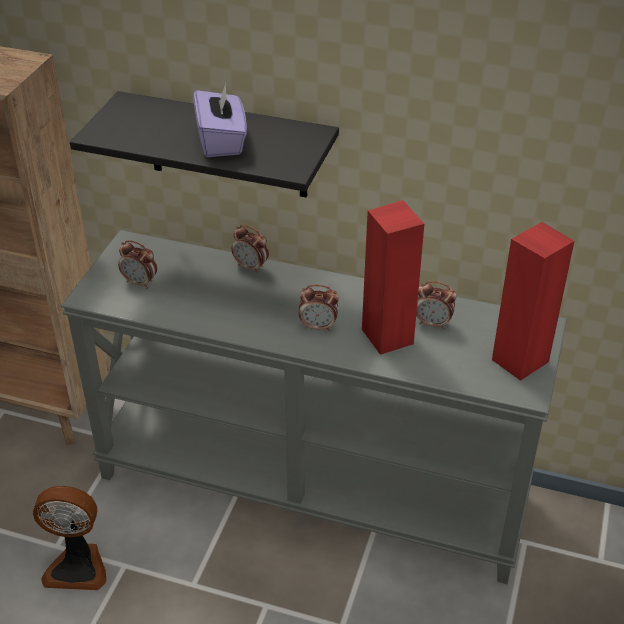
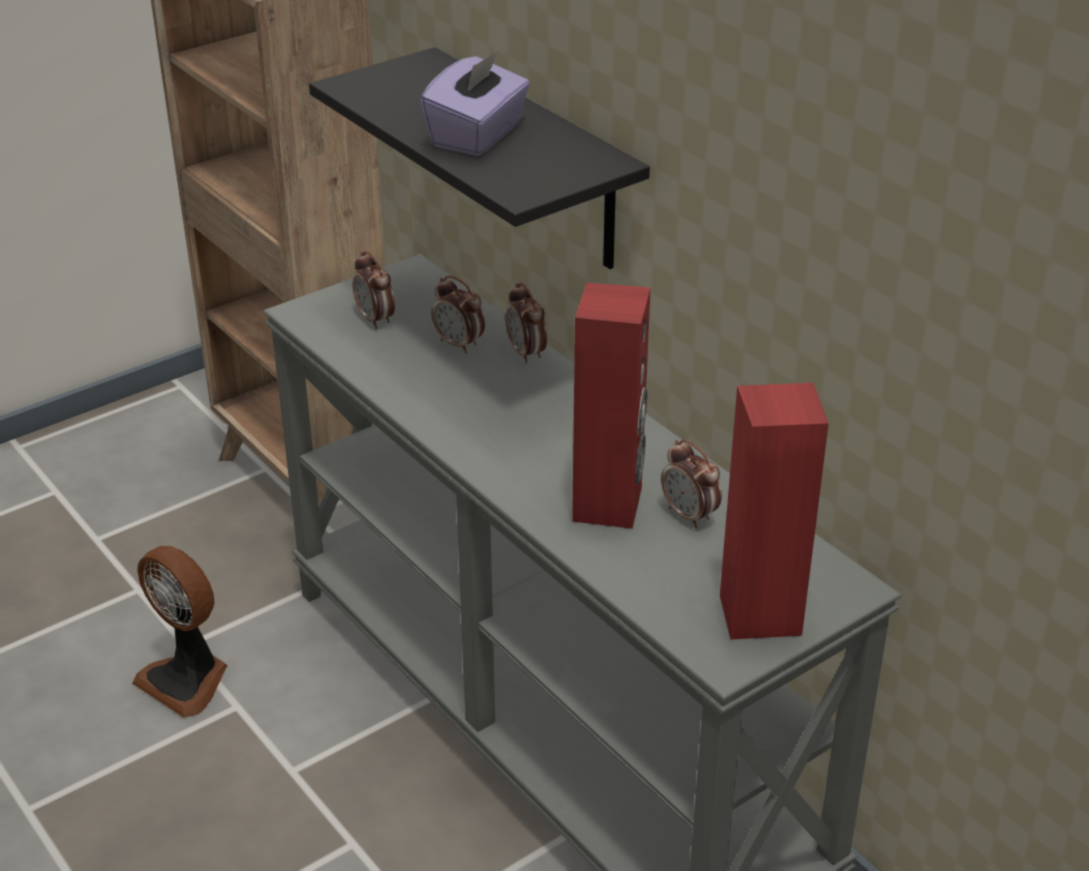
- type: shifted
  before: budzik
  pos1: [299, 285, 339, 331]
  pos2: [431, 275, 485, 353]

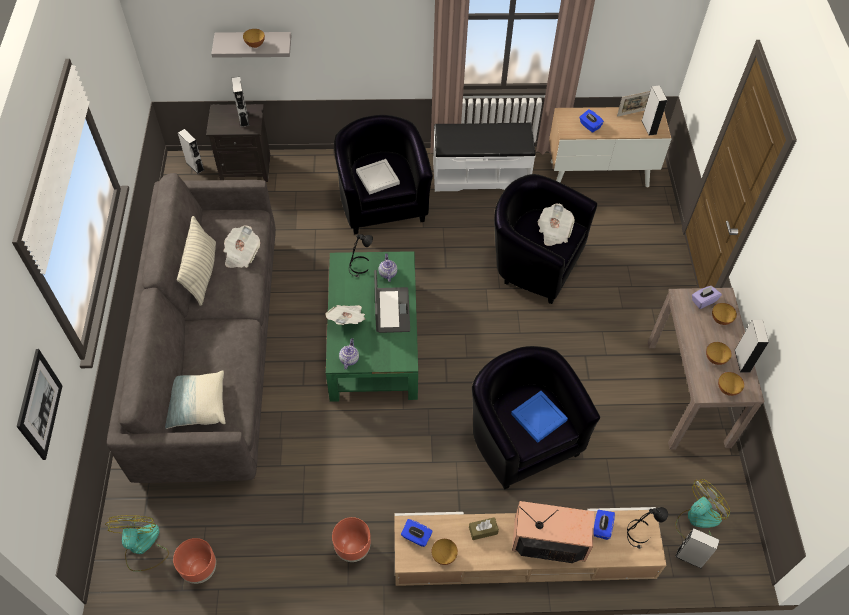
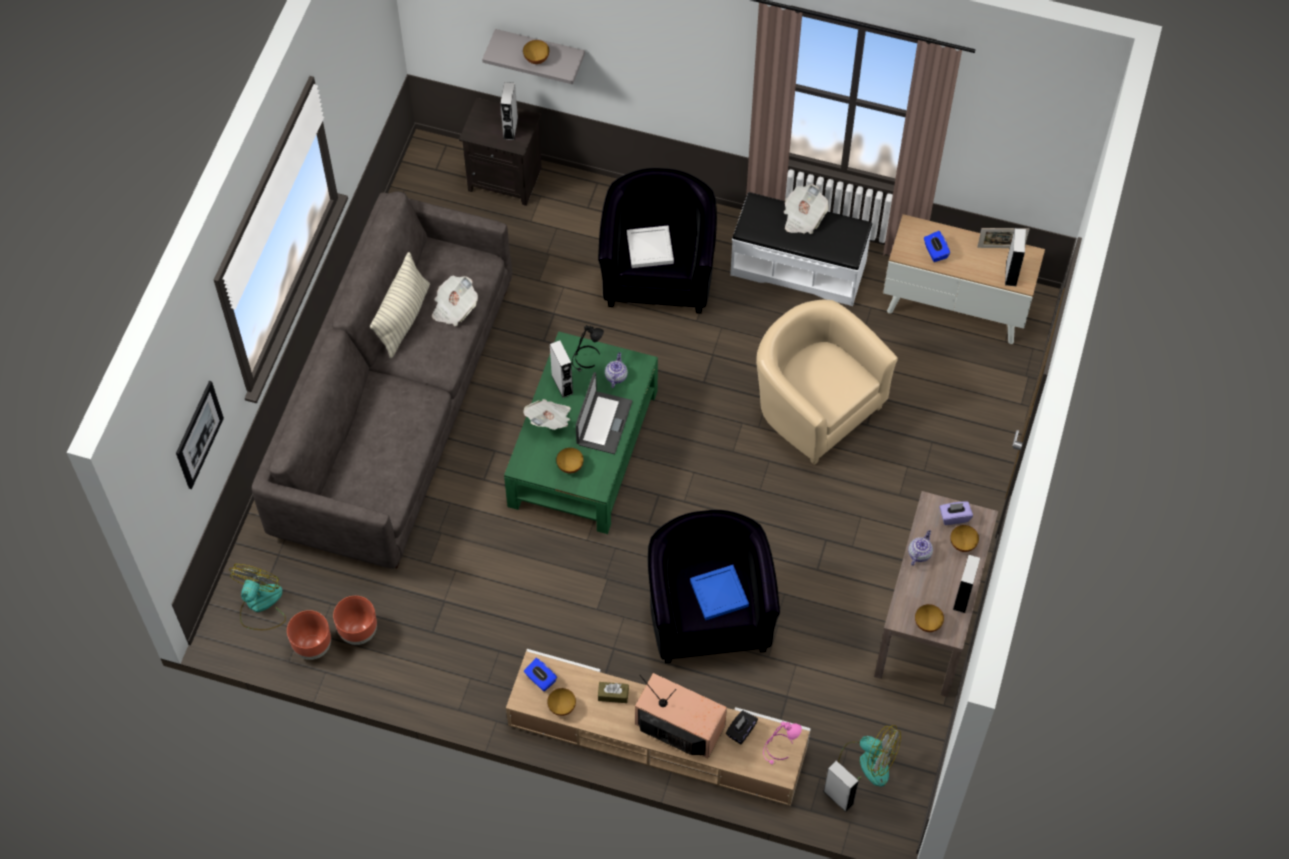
- type: gone
  before: poduszka
  pos1: [165, 370, 226, 429]
- type: shifted
  before: głośnik/szary
  pos1: [178, 129, 204, 174]
  pos2: [550, 340, 573, 398]
- type: shifted
  before: donica/brązowy
  pos1: [332, 517, 371, 562]
  pos2: [333, 596, 377, 645]
- type: shifted
  before: imbryk
  pos1: [339, 338, 359, 370]
  pos2: [908, 530, 933, 566]
- type: shifted
  before: gazeta
  pos1: [537, 203, 575, 246]
  pos2: [783, 184, 829, 234]
- type: shifted
  before: miska
  pos1: [706, 342, 732, 365]
  pos2: [556, 448, 584, 473]
- type: repainted
  before: fotel/czarny
  after: fotel/beżowy
  pos1: [494, 174, 597, 304]
  pos2: [756, 299, 898, 465]
- type: repainted
  before: pudełko chusteczek/niebieski
  after: pudełko chusteczek/czarny
  pos1: [593, 510, 615, 540]
  pos2: [726, 711, 758, 744]
- type: repainted
  before: lampa stołowa/czarny
  after: lampa stołowa/różowy
  pos1: [627, 507, 668, 549]
  pos2: [763, 721, 802, 765]
- type: rotated
  before: wentylator
  pos1: [675, 479, 730, 539]
  pos2: [838, 725, 901, 787]
  turn: 45

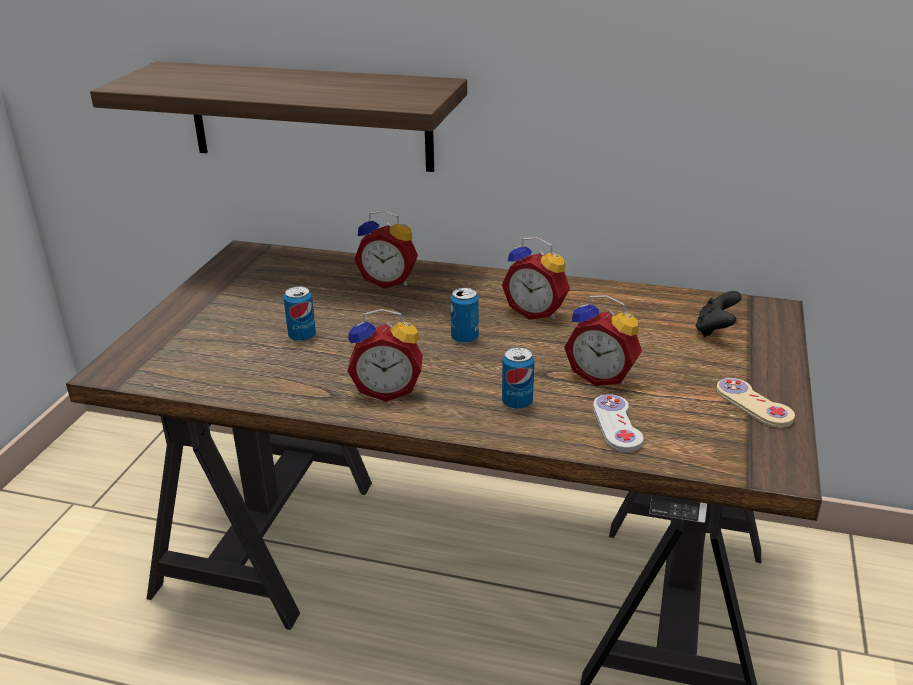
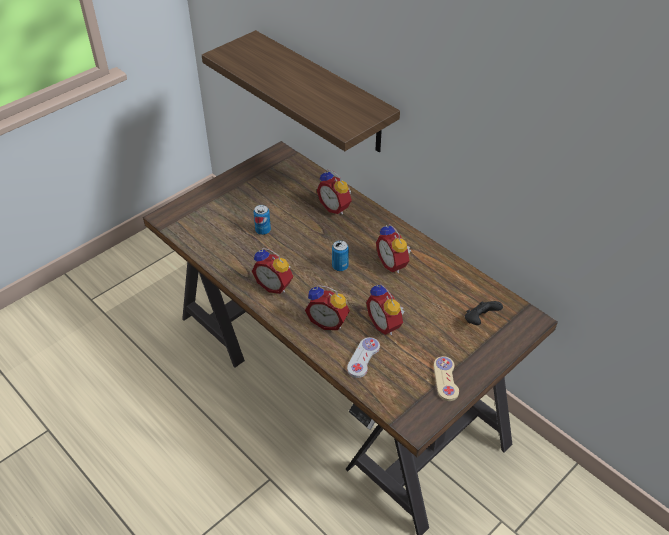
- type: swapped
  before: puszka
  after: budzik
  pos1: [502, 347, 534, 410]
  pos2: [305, 285, 350, 330]

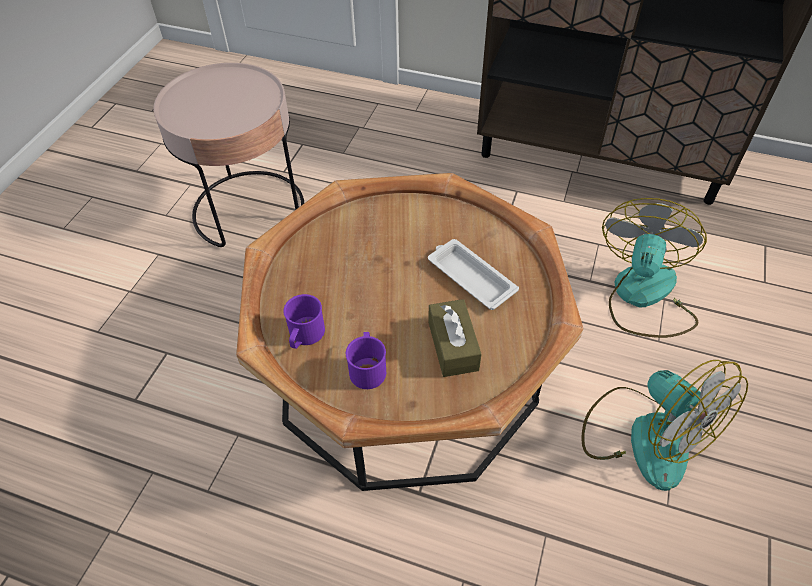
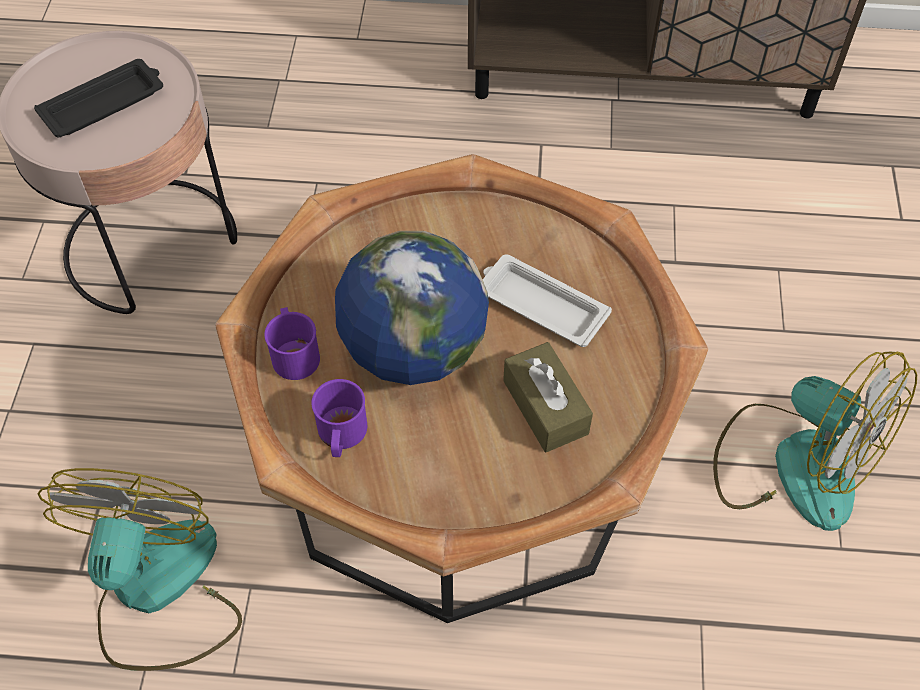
- type: new
  after: taca/czarny
  pos2: [34, 59, 163, 137]
- type: new
  after: globus
  pos2: [335, 231, 489, 385]
- type: shifted
  before: kubek/fioletowy
  pos1: [346, 332, 386, 389]
  pos2: [264, 307, 320, 380]
- type: shifted
  before: wentylator
  pos1: [602, 198, 707, 338]
  pos2: [37, 468, 242, 671]

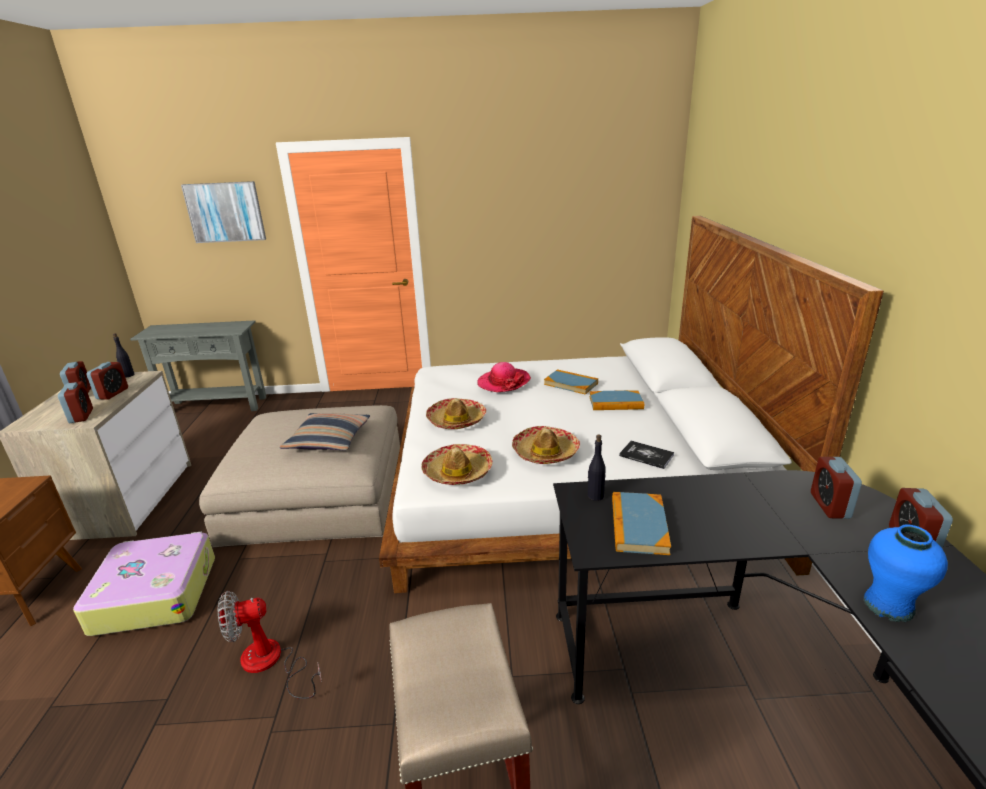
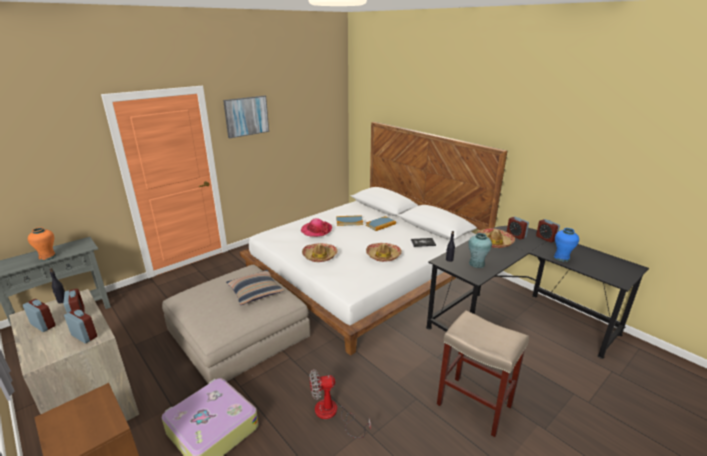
- type: new
  after: wazon/pomarańczowy
  pos2: [28, 227, 56, 261]
- type: shifted
  before: obraz
  pos1: [181, 181, 266, 243]
  pos2: [223, 95, 269, 138]
- type: shifted
  before: kapelusz
  pos1: [421, 444, 493, 485]
  pos2: [476, 229, 515, 248]
- type: swapped
  before: książka
  after: wazon/turkusowy
  pos1: [612, 492, 671, 555]
  pos2: [468, 233, 492, 268]
- type: rotated
  before: wentylator
  pos1: [218, 591, 321, 699]
  pos2: [310, 369, 371, 438]
  turn: 45

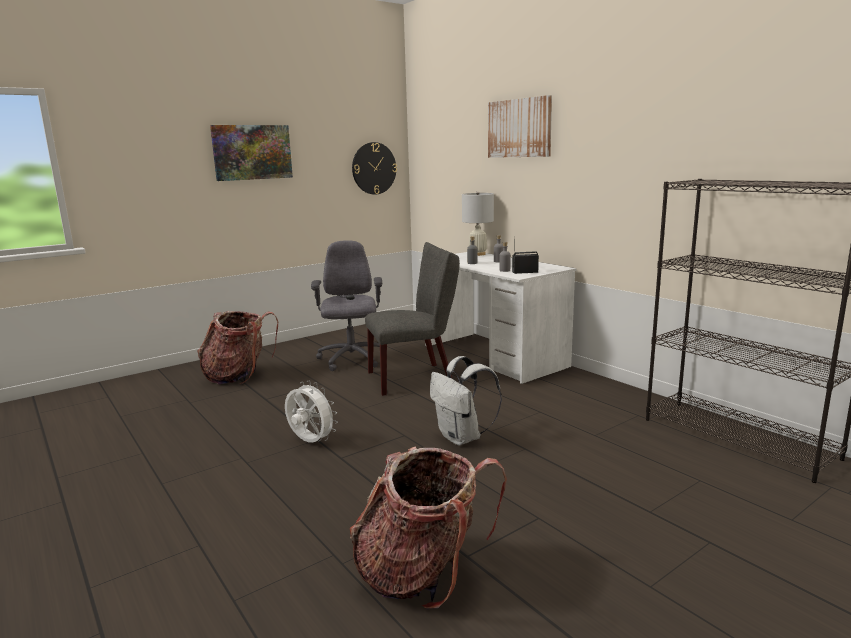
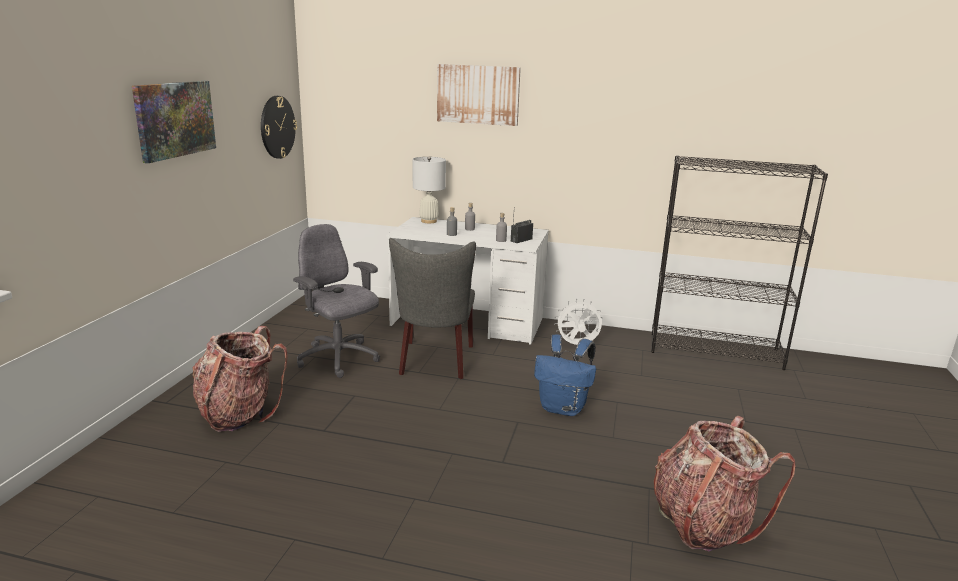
- type: shifted
  before: wentylator/biały
  pos1: [285, 381, 338, 442]
  pos2: [554, 299, 603, 345]
- type: repainted
  before: plecak/biały
  after: plecak/niebieski
  pos1: [430, 356, 502, 446]
  pos2: [534, 334, 596, 416]
- type: rotated
  before: krzesło/szary
  pos1: [365, 242, 460, 396]
  pos2: [389, 238, 476, 379]
  turn: 150

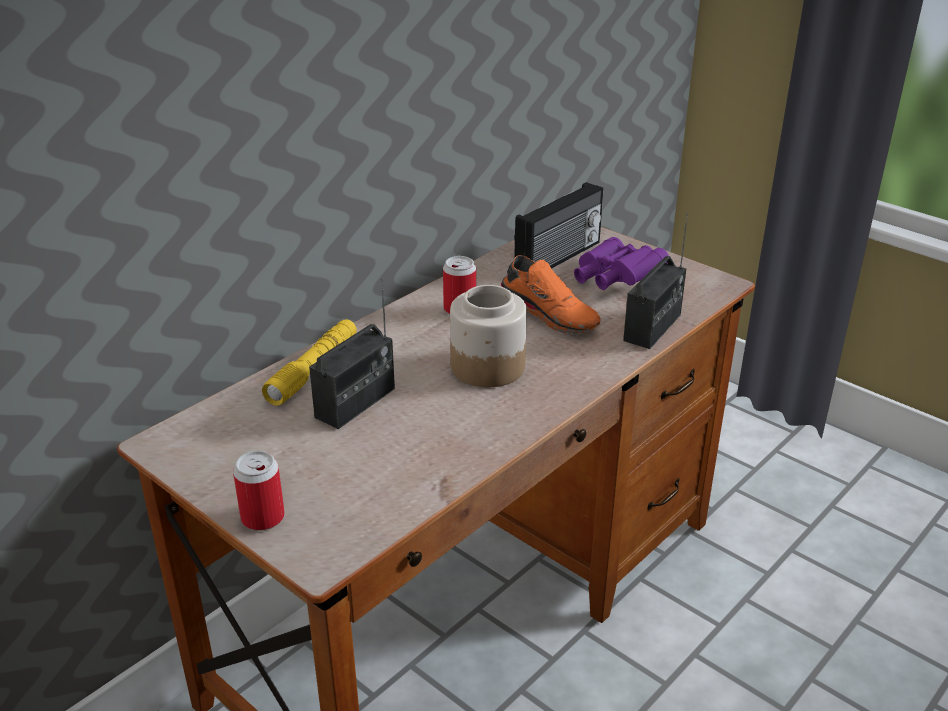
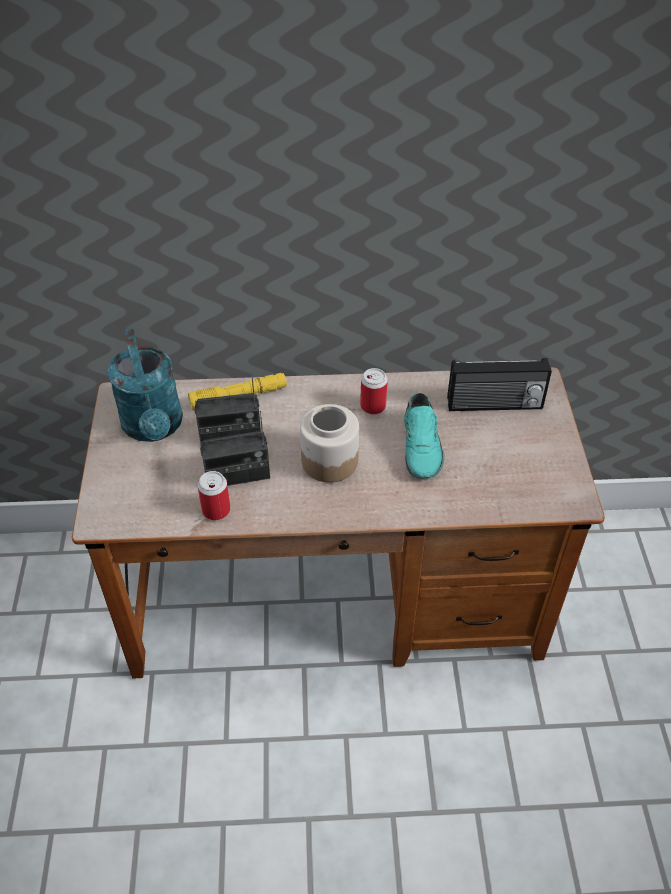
- type: gone
  before: lornetka/fioletowy
  pos1: [574, 237, 669, 290]
- type: new
  after: konewka/turkusowy
  pos2: [107, 329, 183, 442]
- type: shifted
  before: puszka
  pos1: [233, 451, 285, 531]
  pos2: [197, 471, 230, 520]
- type: shifted
  before: radio
  pos1: [623, 213, 688, 349]
  pos2: [200, 410, 270, 486]
- type: repainted
  before: but/pomarańczowy
  after: but/turkusowy
  pos1: [501, 255, 601, 334]
  pos2: [404, 393, 444, 478]

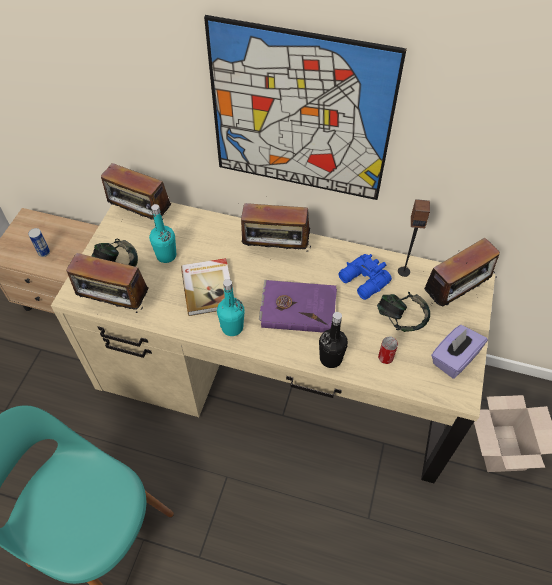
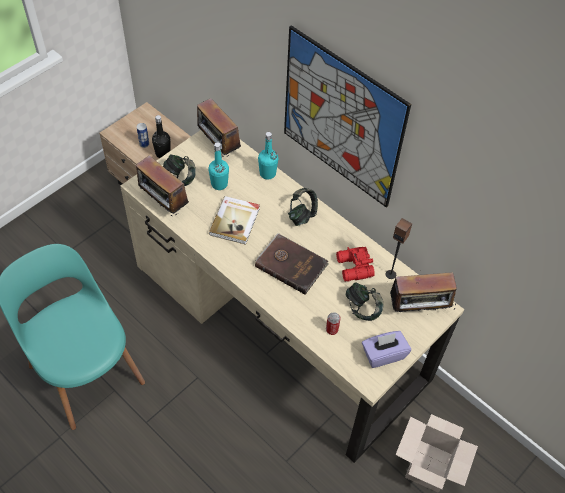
- type: shifted
  before: butelka/turkusowy
  pos1: [217, 279, 245, 336]
  pos2: [258, 132, 278, 180]
- type: shifted
  before: butelka/czarny
  pos1: [319, 312, 348, 368]
  pos2: [152, 115, 170, 158]
- type: swapped
  before: radio
  after: słuchawki
  pos1: [240, 203, 311, 260]
  pos2: [288, 188, 318, 226]
- type: repainted
  before: książka/fioletowy
  after: książka/brązowy
  pos1: [259, 280, 337, 333]
  pos2: [255, 233, 329, 295]
- type: repainted
  before: lornetka/niebieski
  after: lornetka/czerwony
  pos1: [338, 254, 392, 300]
  pos2: [336, 247, 375, 282]

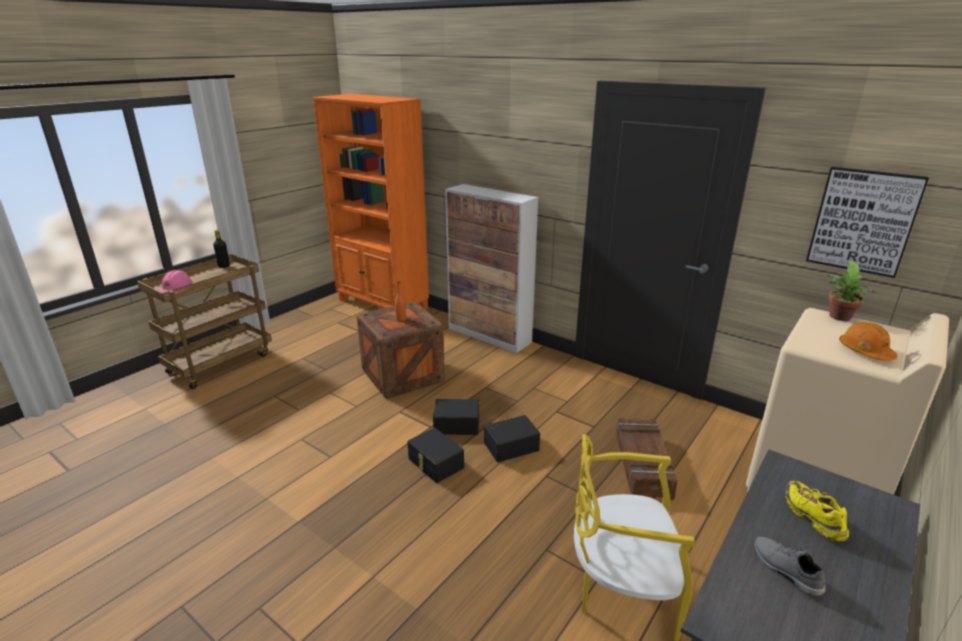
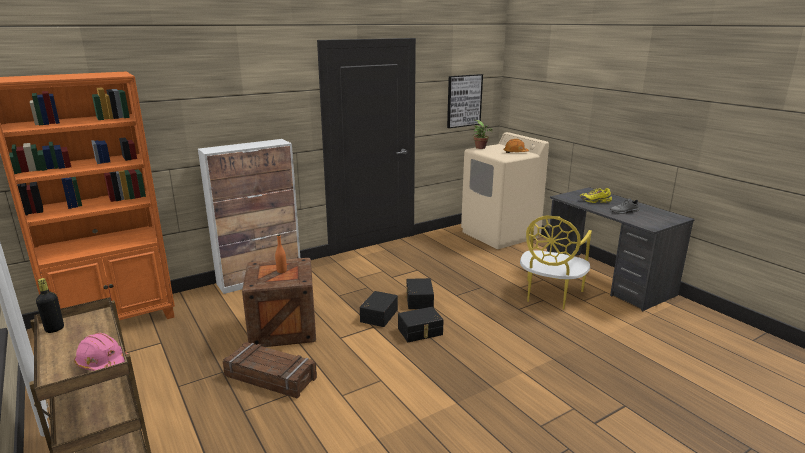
- type: shifted
  before: skrzynka
  pos1: [616, 418, 677, 500]
  pos2: [223, 342, 317, 398]

